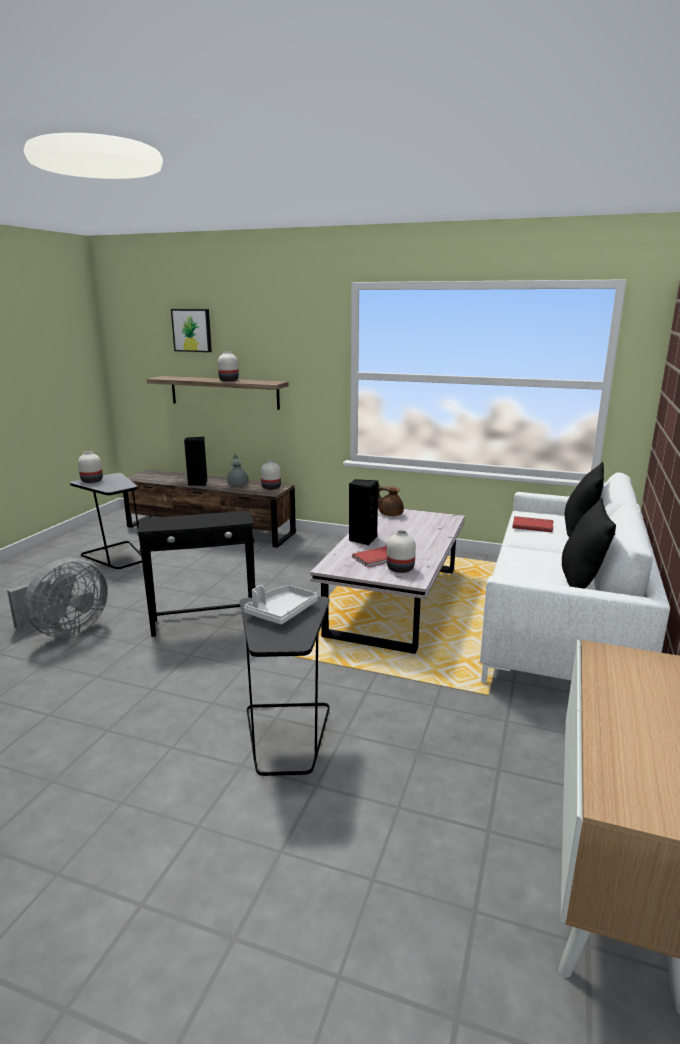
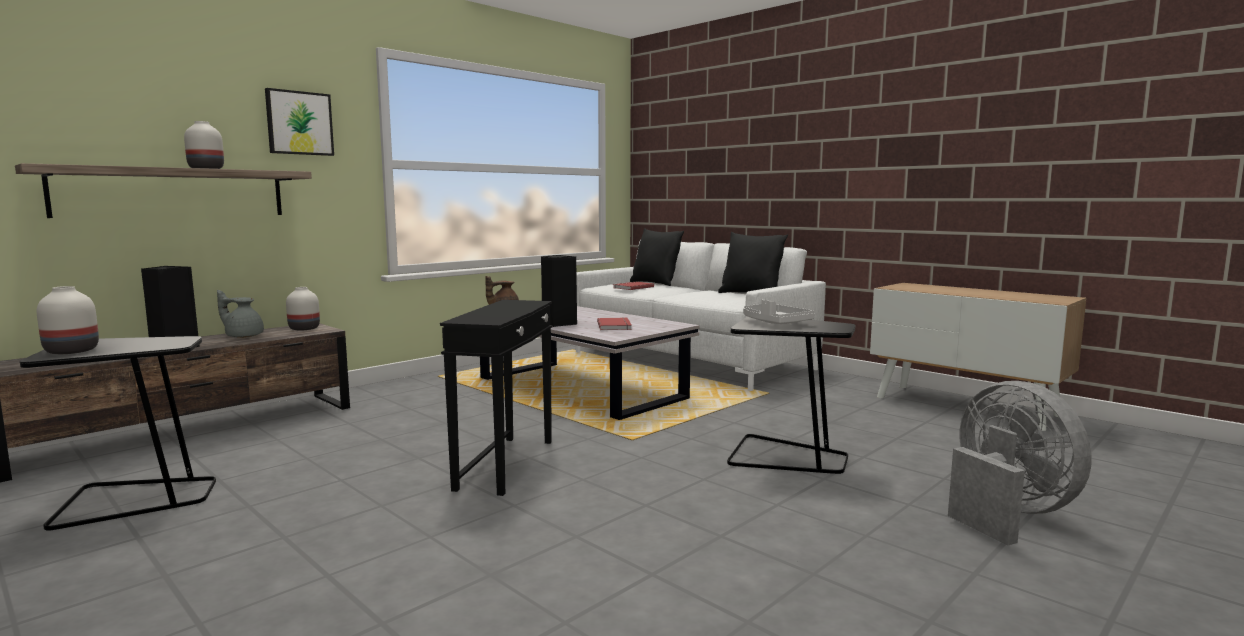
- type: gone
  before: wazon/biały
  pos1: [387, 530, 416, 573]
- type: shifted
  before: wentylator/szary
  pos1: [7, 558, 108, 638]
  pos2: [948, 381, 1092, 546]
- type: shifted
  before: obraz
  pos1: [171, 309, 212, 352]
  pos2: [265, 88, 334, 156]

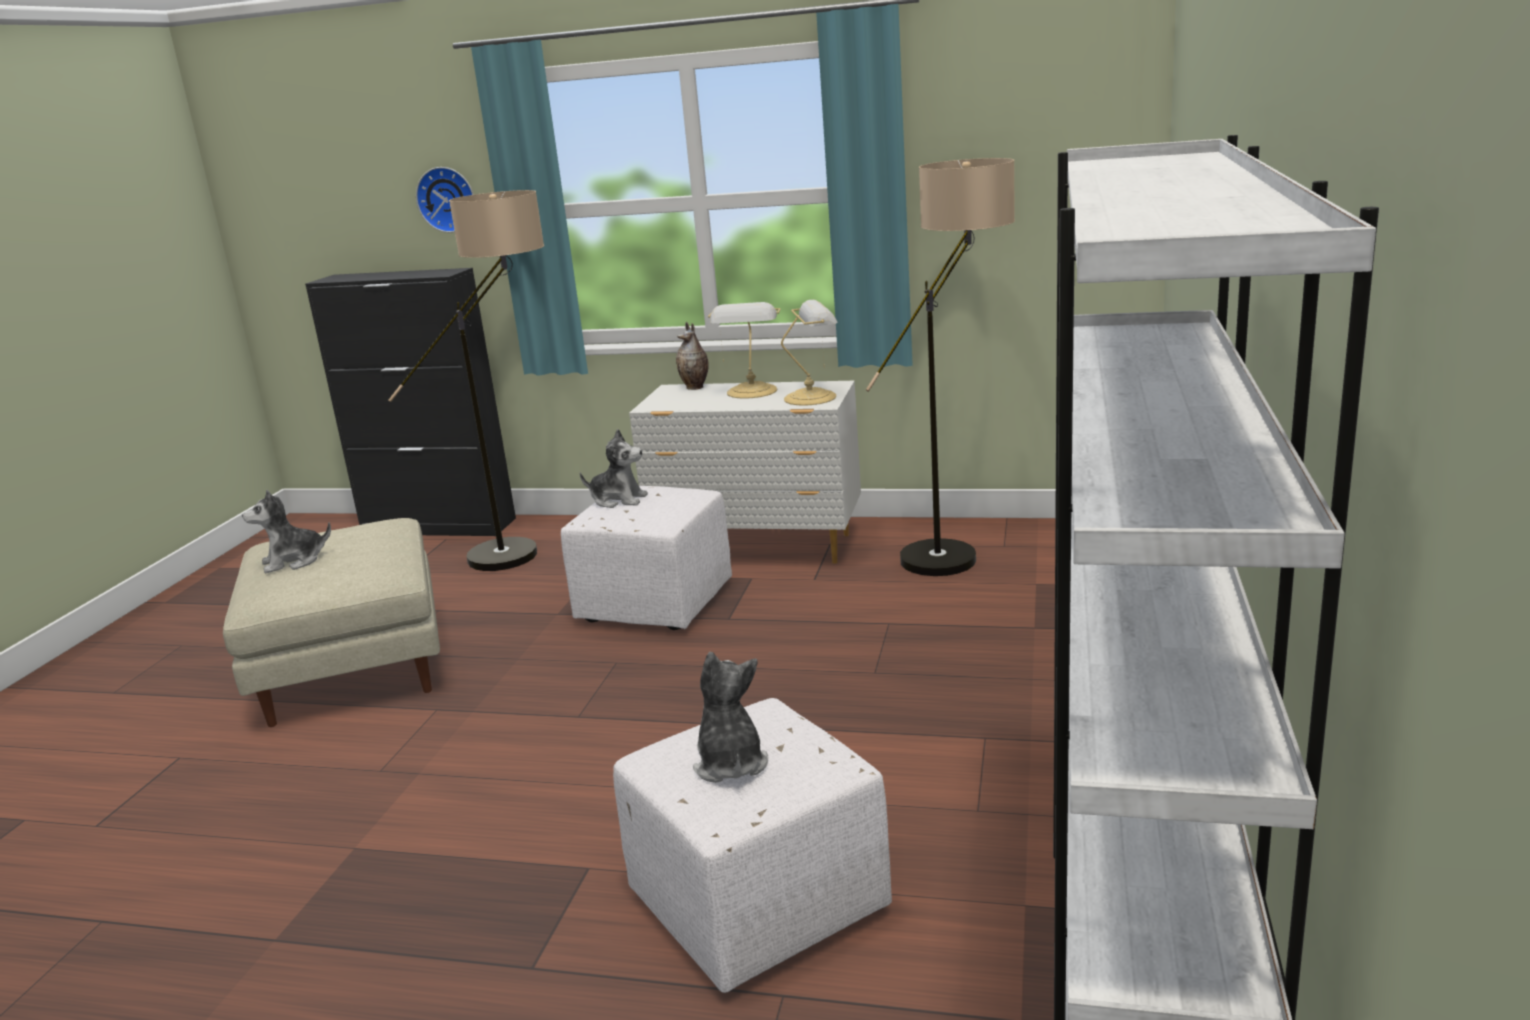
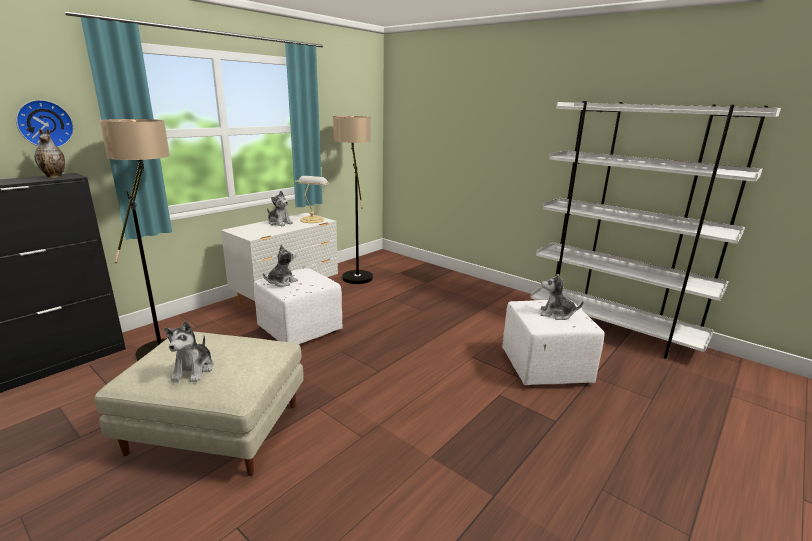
- type: shifted
  before: wazon
  pos1: [676, 322, 709, 390]
  pos2: [34, 128, 65, 178]
- type: swapped
  before: lampa stołowa
  after: pluszak
  pos1: [708, 302, 781, 399]
  pos2: [267, 191, 293, 226]

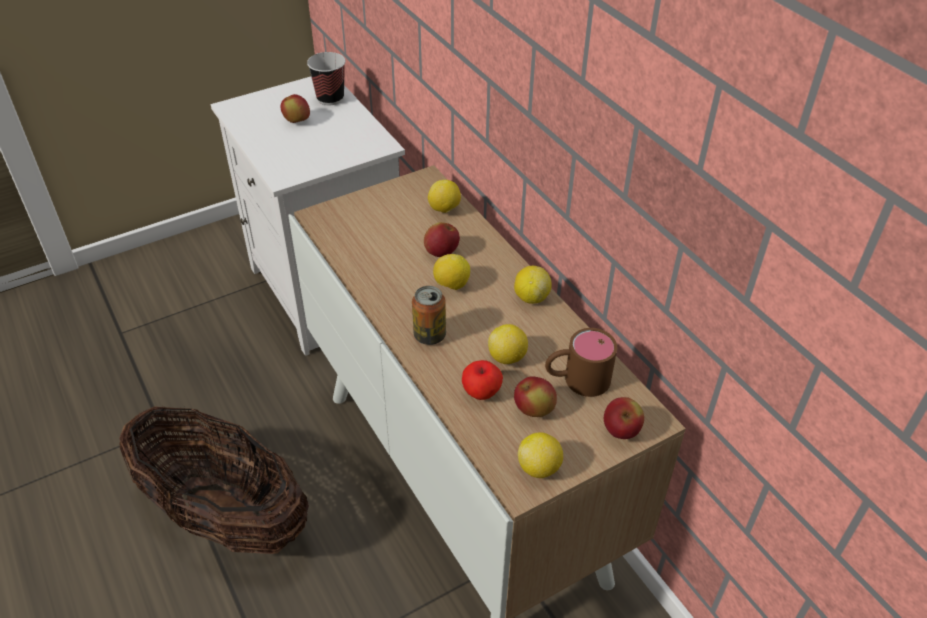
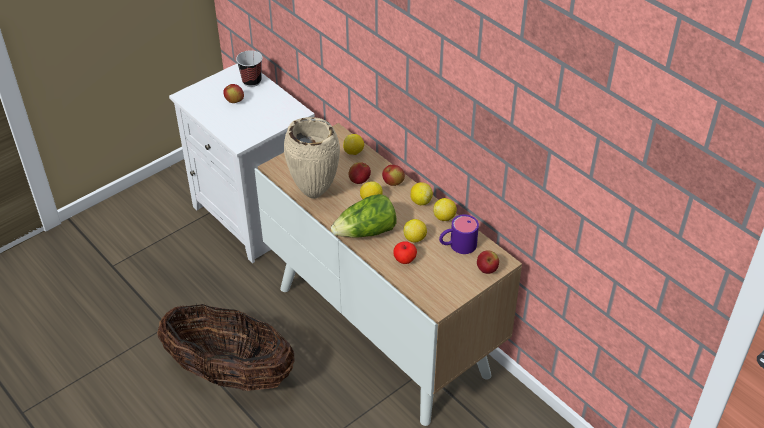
- type: new
  after: wazon/beżowy
  pos2: [284, 117, 340, 199]
- type: shifted
  before: jabłko
  pos1: [514, 376, 557, 417]
  pos2: [382, 165, 405, 186]
- type: shifted
  before: cytryna
  pos1: [518, 432, 563, 478]
  pos2: [433, 198, 457, 221]
- type: swapped
  before: puszka
  after: sałata
  pos1: [412, 286, 446, 345]
  pos2: [331, 194, 397, 238]
- type: repainted
  before: kubek/brązowy
  after: kubek/fioletowy
  pos1: [545, 328, 617, 397]
  pos2: [439, 214, 479, 254]

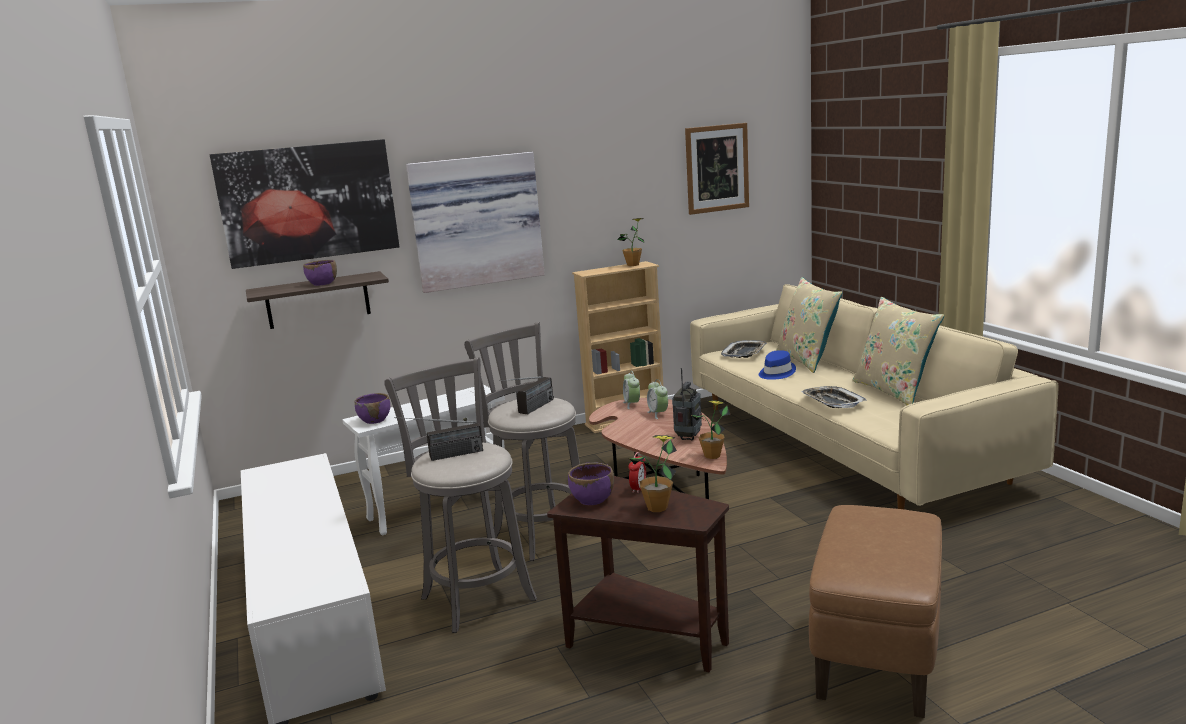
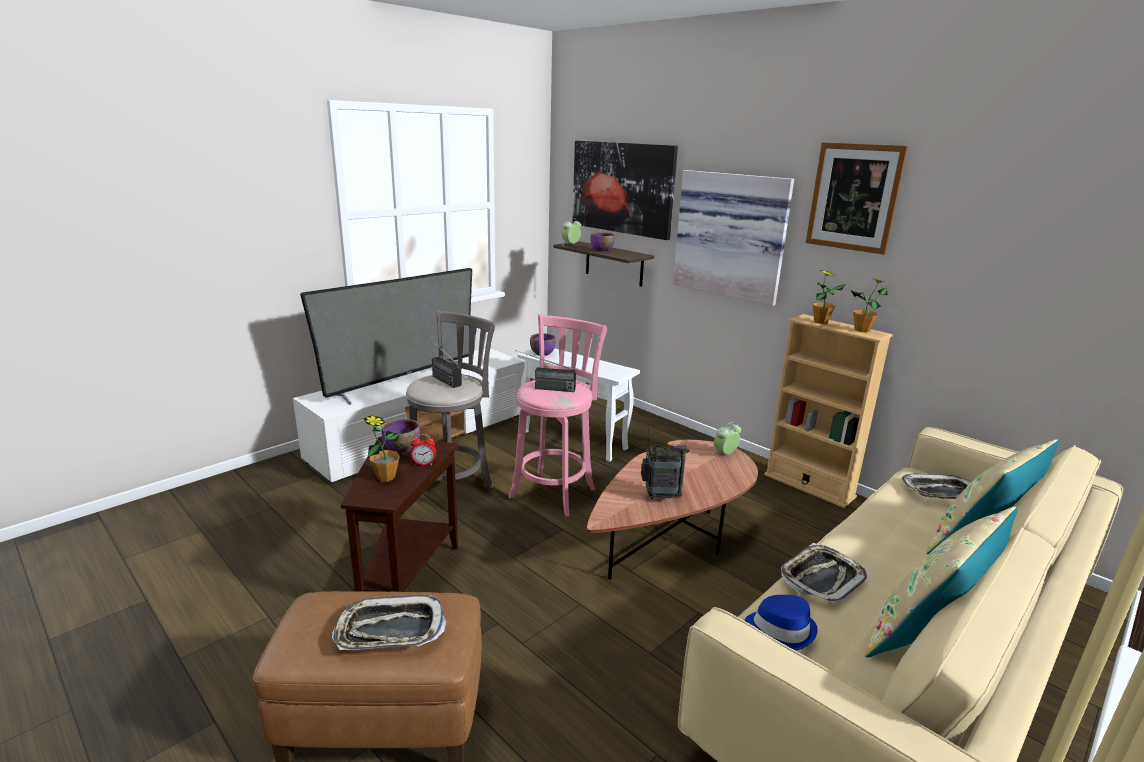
- type: new
  after: telewizor
  pos2: [300, 268, 472, 405]
- type: new
  after: taca
  pos2: [332, 595, 446, 650]
- type: shifted
  before: budzik
  pos1: [647, 379, 668, 419]
  pos2: [562, 218, 581, 245]
- type: shifted
  before: obraz
  pos1: [685, 123, 749, 215]
  pos2: [806, 142, 908, 255]
- type: shifted
  before: roślina doniczkowa
  pos1: [691, 400, 730, 459]
  pos2: [812, 270, 845, 324]
- type: shifted
  before: kapelusz/niebieski
  pos1: [759, 350, 796, 380]
  pos2: [744, 595, 818, 651]
- type: repainted
  before: stołek/szary
  after: stołek/różowy
  pos1: [464, 322, 580, 561]
  pos2: [509, 314, 607, 517]

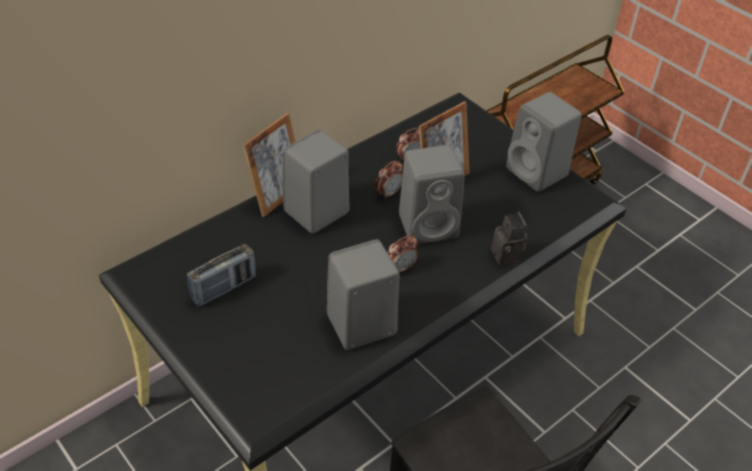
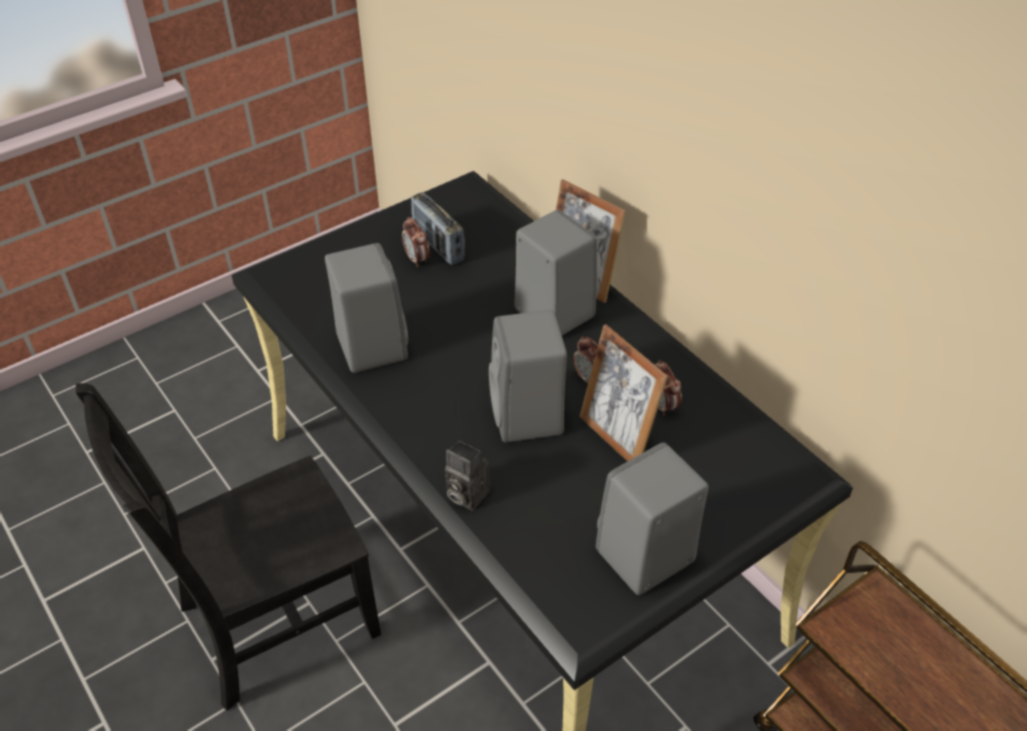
- type: shifted
  before: budzik
  pos1: [387, 235, 418, 272]
  pos2: [402, 217, 430, 267]
- type: rotated
  before: aparat fotograficzny
  pos1: [491, 211, 527, 266]
  pos2: [445, 440, 490, 510]
  turn: 45

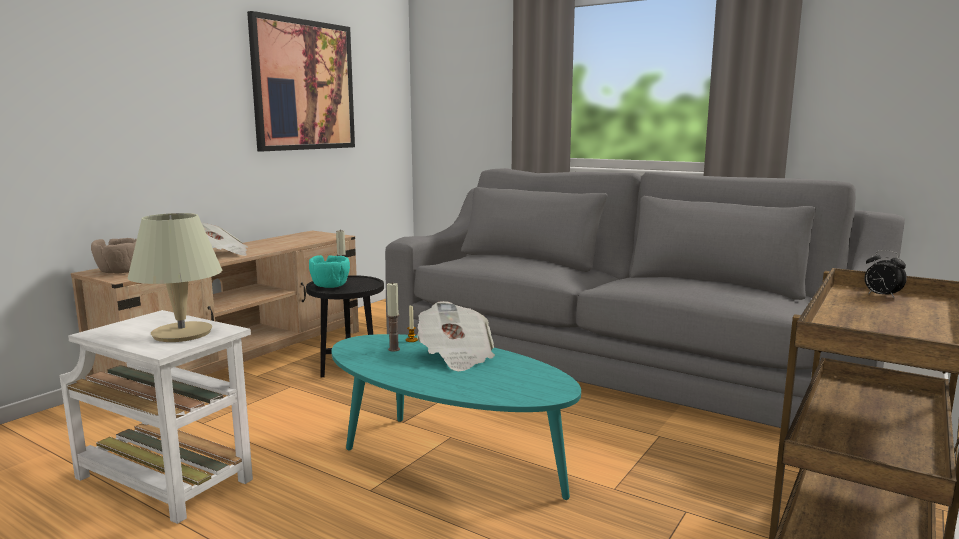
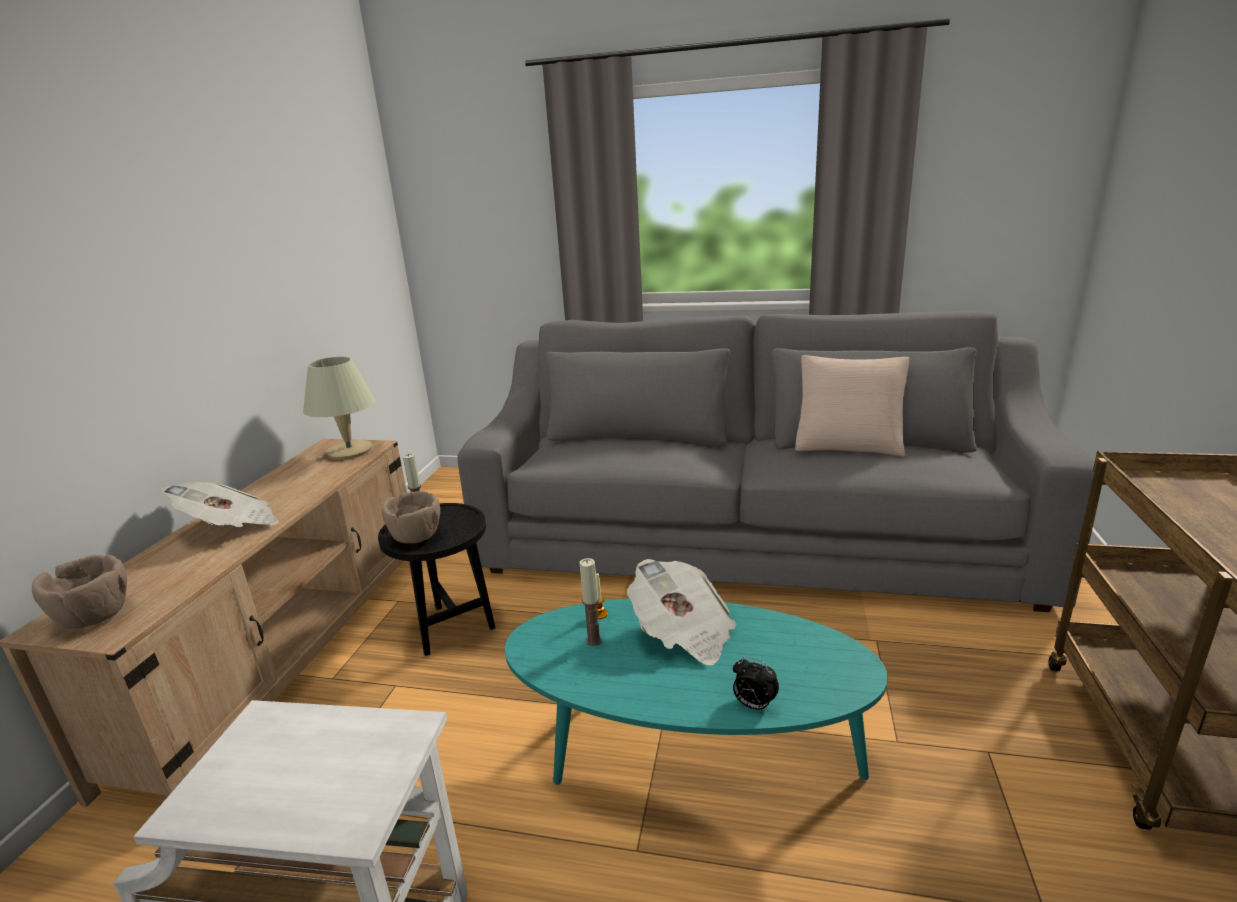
- type: gone
  before: obraz
  pos1: [247, 11, 355, 151]
- type: new
  after: poduszka/beżowy
  pos2: [795, 355, 909, 457]
- type: shifted
  before: lampa stołowa/beżowy
  pos1: [127, 213, 222, 342]
  pos2: [303, 357, 375, 460]
- type: shifted
  before: budzik
  pos1: [864, 250, 907, 299]
  pos2: [733, 657, 779, 712]
- type: repainted
  before: miska/turkusowy
  after: miska/brązowy
  pos1: [309, 255, 350, 288]
  pos2: [382, 491, 440, 543]

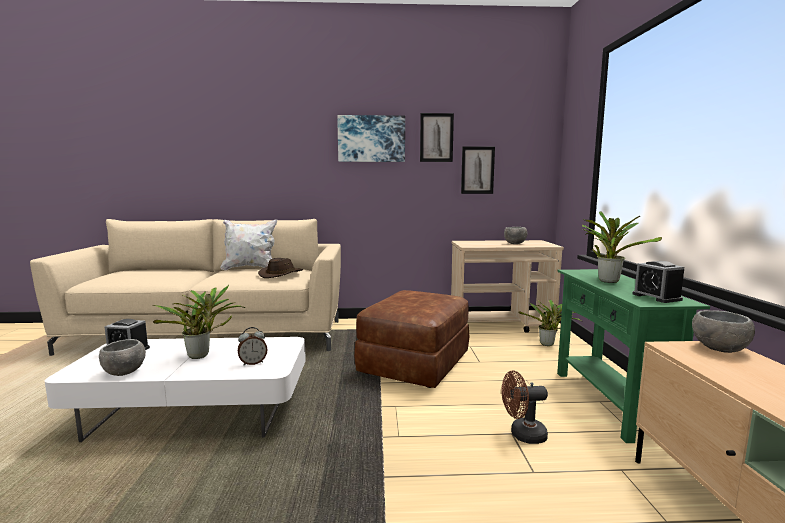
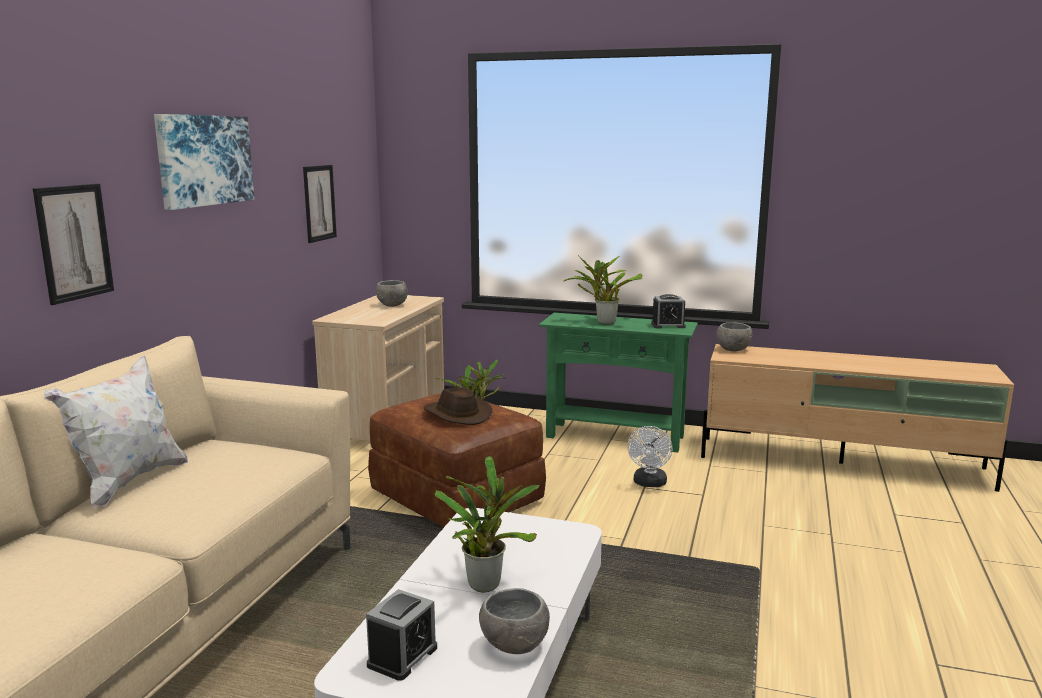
- type: gone
  before: budzik
  pos1: [238, 327, 267, 365]
- type: shifted
  before: kapelusz/brązowy
  pos1: [258, 258, 303, 278]
  pos2: [423, 387, 492, 425]
- type: shifted
  before: obraz
  pos1: [420, 113, 454, 162]
  pos2: [33, 184, 114, 305]
- type: repainted
  before: wentylator/brązowy
  after: wentylator/biały
  pos1: [501, 370, 548, 444]
  pos2: [627, 426, 673, 487]

